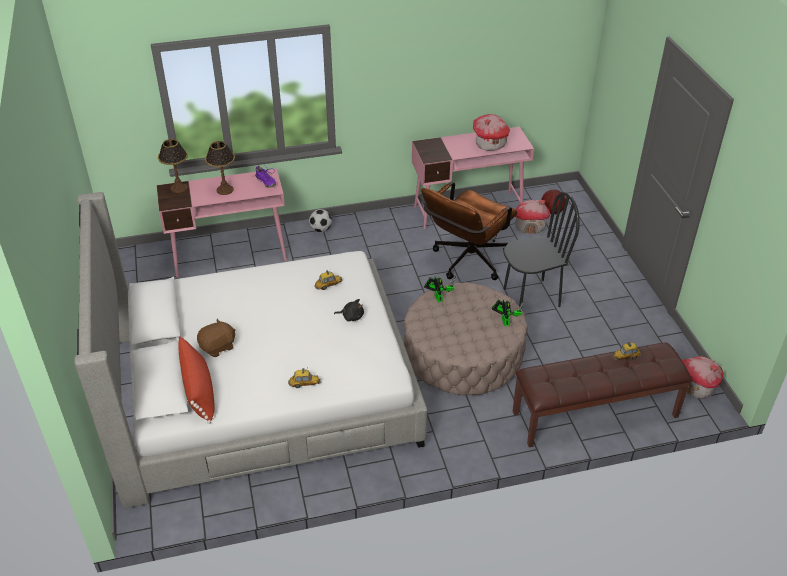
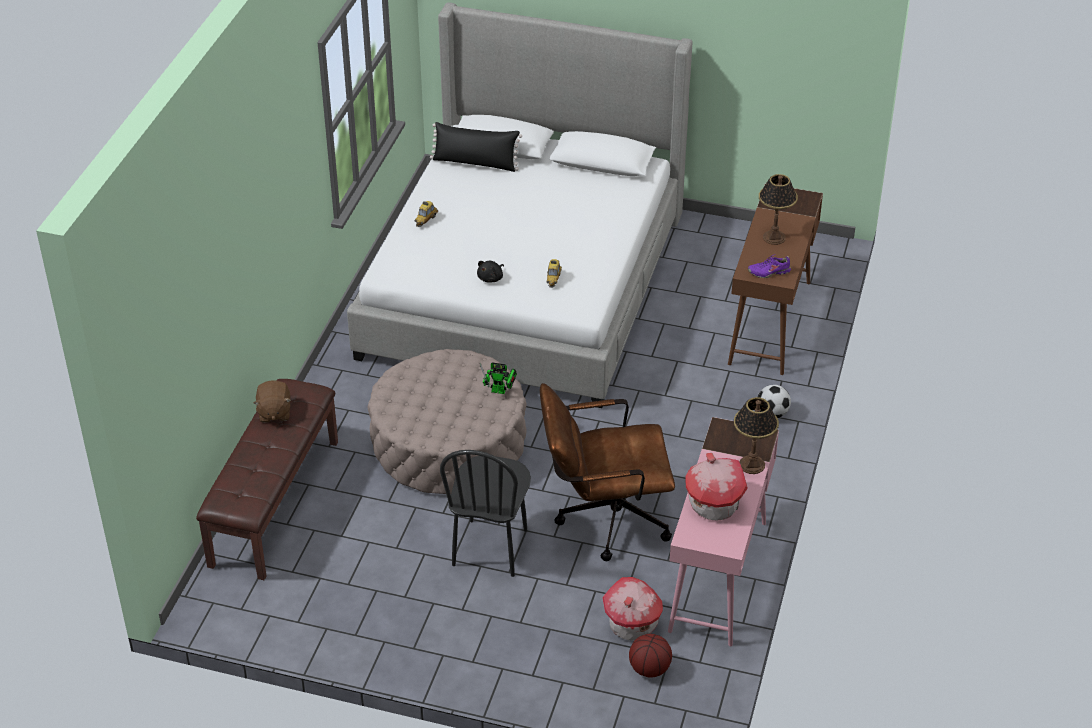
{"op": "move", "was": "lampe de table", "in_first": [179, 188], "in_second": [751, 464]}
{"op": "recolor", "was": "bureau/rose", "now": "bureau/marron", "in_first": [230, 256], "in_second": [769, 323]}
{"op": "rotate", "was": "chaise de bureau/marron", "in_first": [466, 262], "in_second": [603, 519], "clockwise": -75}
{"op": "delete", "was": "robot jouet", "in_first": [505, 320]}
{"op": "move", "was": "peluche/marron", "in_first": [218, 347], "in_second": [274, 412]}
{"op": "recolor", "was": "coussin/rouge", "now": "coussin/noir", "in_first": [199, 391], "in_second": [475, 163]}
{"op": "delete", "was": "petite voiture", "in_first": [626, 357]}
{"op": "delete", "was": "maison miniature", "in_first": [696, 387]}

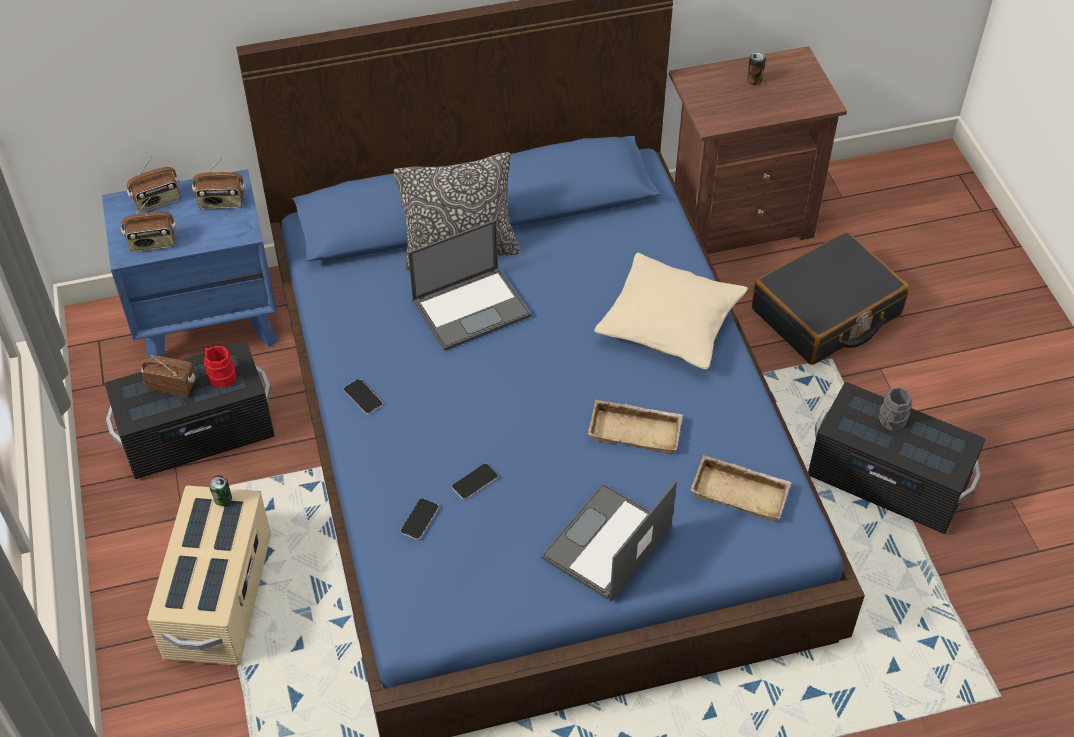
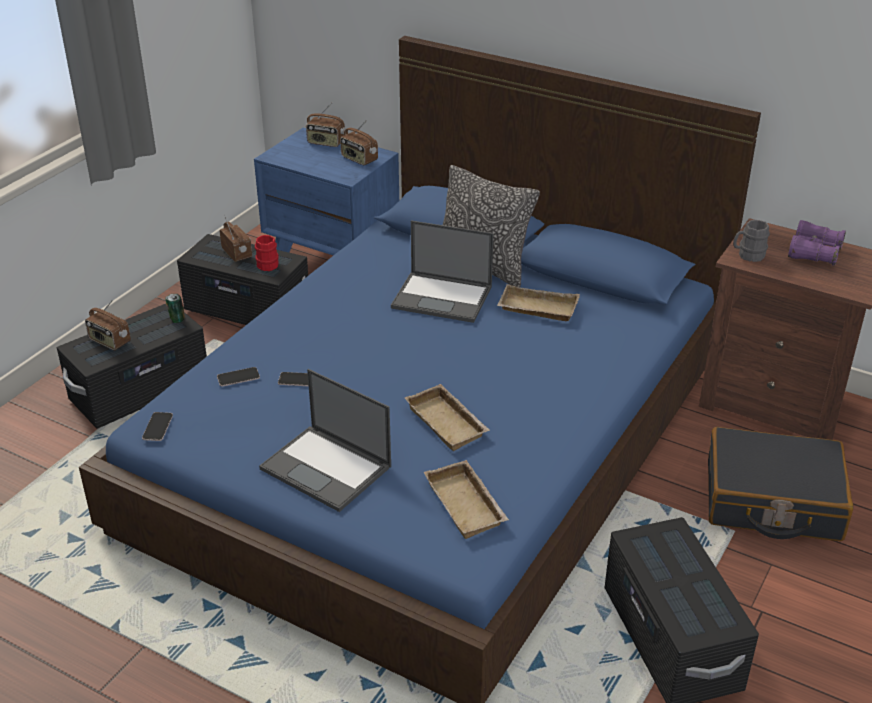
{"op": "replace", "was": "boîte métallique", "now": "jumelles/violet", "in_first": [754, 80], "in_second": [814, 253]}
{"op": "move", "was": "radio", "in_first": [152, 243], "in_second": [109, 342]}
{"op": "delete", "was": "coussin/beige", "in_first": [670, 324]}
{"op": "move", "was": "téléphone", "in_first": [363, 397], "in_second": [157, 427]}
{"op": "move", "was": "mug/gris", "in_first": [890, 422], "in_second": [748, 255]}
{"op": "rotate", "was": "ordinateur portable", "in_first": [606, 544], "in_second": [327, 468], "clockwise": -135}
{"op": "recolor", "was": "boîte de rangement/beige", "now": "boîte de rangement/noir", "in_first": [219, 596], "in_second": [141, 391]}
{"op": "insert", "now": "plateau/beige", "in_second": [536, 309]}

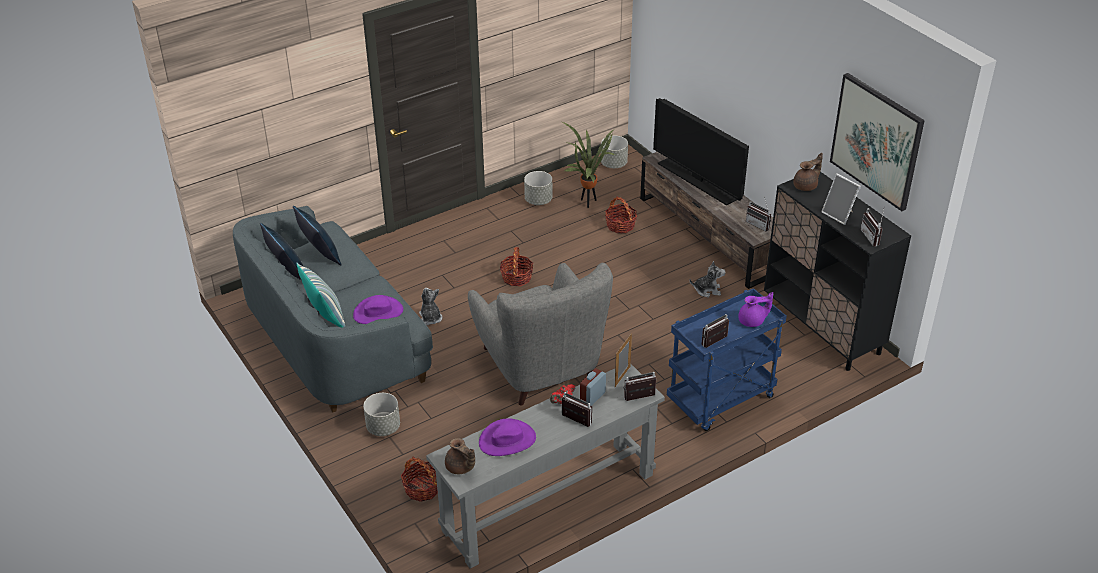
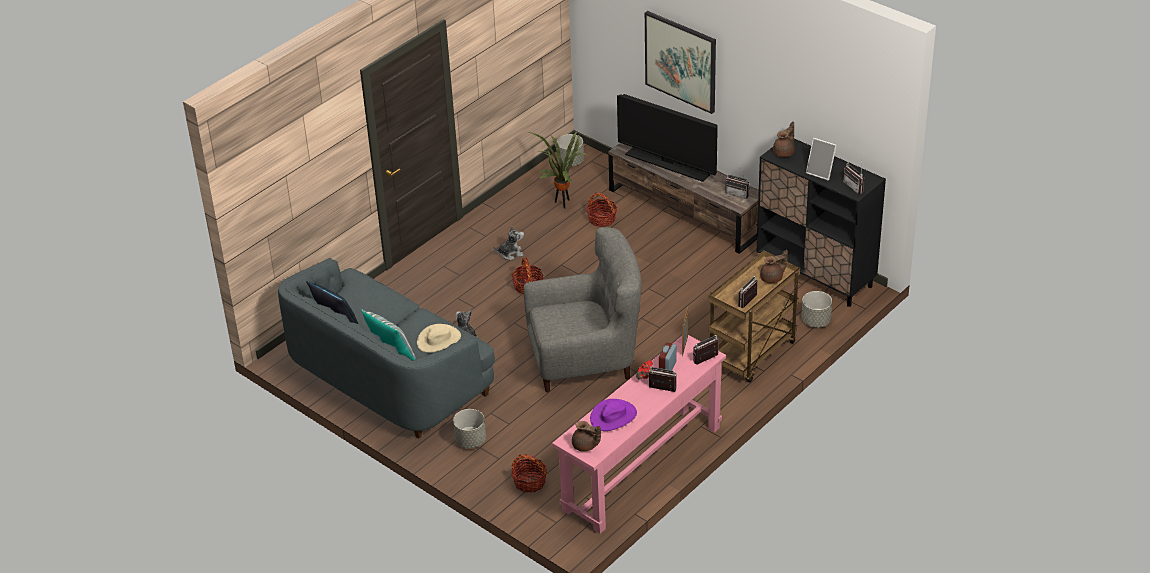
{"op": "move", "was": "tableau", "in_first": [876, 141], "in_second": [681, 61]}
{"op": "move", "was": "cache-pot/gris", "in_first": [538, 200], "in_second": [815, 321]}
{"op": "delete", "was": "coussin/bleu", "in_first": [319, 255]}
{"op": "move", "was": "peluche", "in_first": [707, 290], "in_second": [510, 253]}
{"op": "rotate", "was": "fauteuil/gris", "in_first": [540, 367], "in_second": [585, 360], "clockwise": -60}
{"op": "recolor", "was": "chariot/bleu", "now": "chariot/marron", "in_first": [720, 401], "in_second": [752, 355]}
{"op": "recolor", "was": "théière/violet", "now": "théière/marron", "in_first": [752, 321], "in_second": [772, 278]}
{"op": "recolor", "was": "chapeau/violet", "now": "chapeau/beige", "in_first": [378, 312], "in_second": [439, 340]}
{"op": "recolor", "was": "table console/gris", "now": "table console/rose", "in_first": [548, 502], "in_second": [642, 468]}

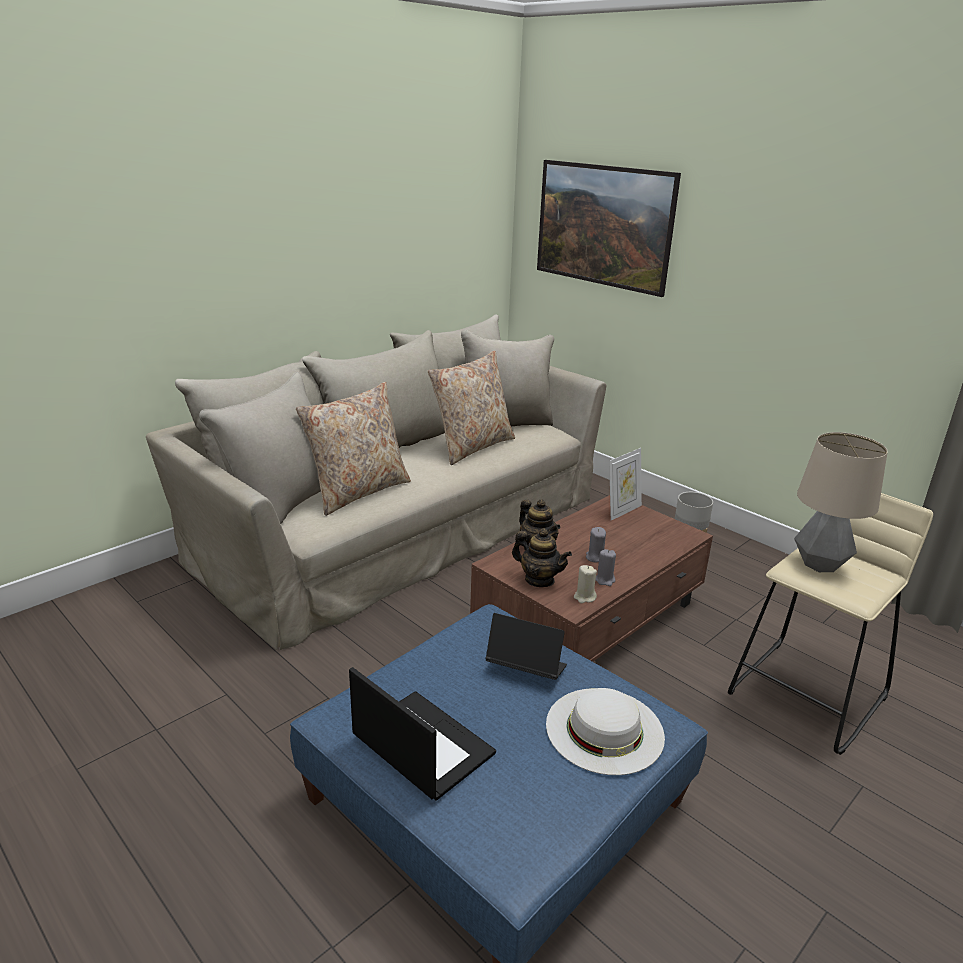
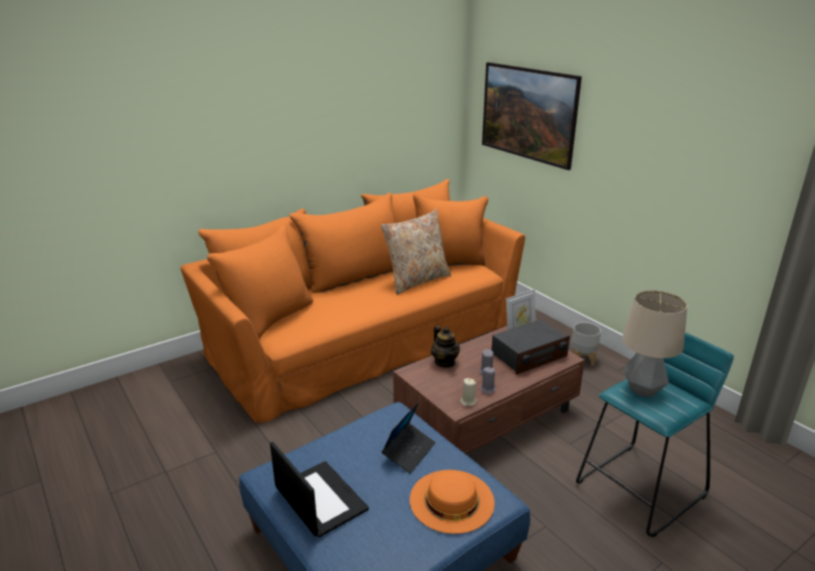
{"op": "recolor", "was": "canapé/beige", "now": "canapé/orange", "in_first": [403, 527], "in_second": [366, 338]}
{"op": "delete", "was": "coussin/beige", "in_first": [358, 491]}
{"op": "recolor", "was": "tabouret/beige", "now": "tabouret/turquoise", "in_first": [807, 695], "in_second": [641, 489]}
{"op": "delete", "was": "théière", "in_first": [539, 580]}
{"op": "rotate", "was": "ordinateur portable", "in_first": [525, 669], "in_second": [409, 452], "clockwise": 90}
{"op": "recolor", "was": "chapeau/blanc", "now": "chapeau/orange", "in_first": [604, 729], "in_second": [452, 500]}
{"op": "insert", "now": "radio", "in_second": [529, 355]}

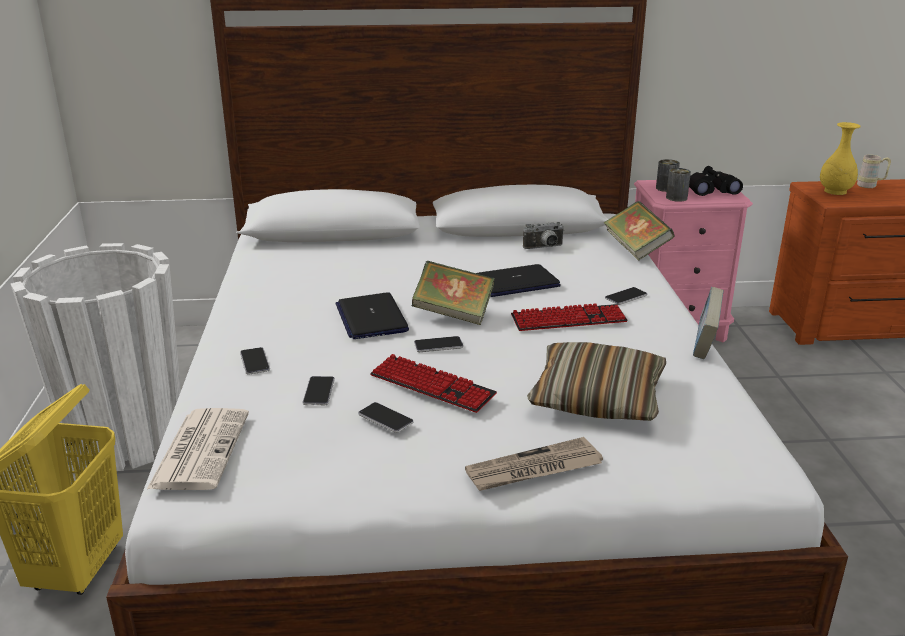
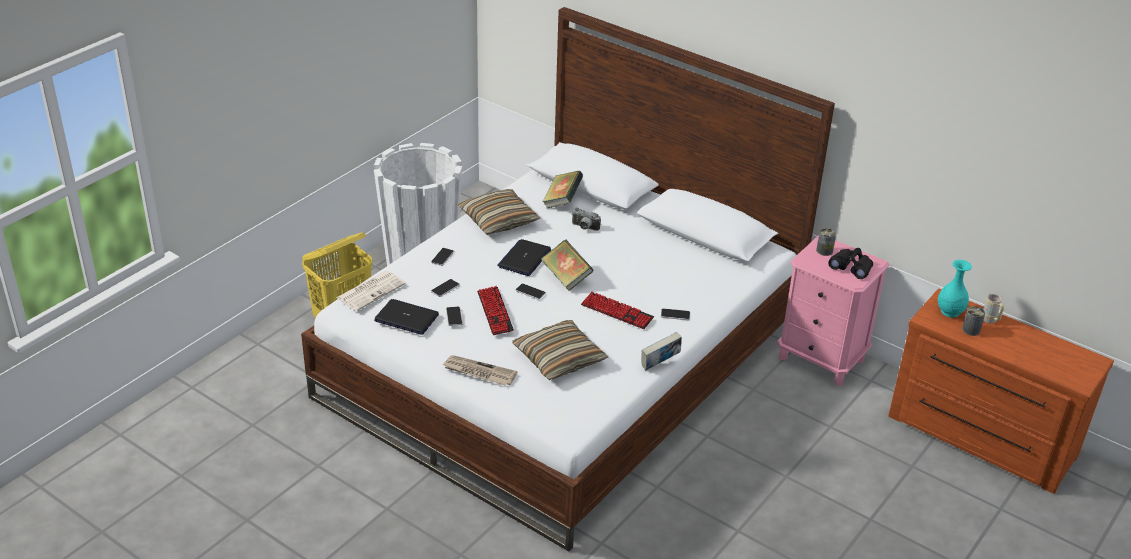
{"op": "recolor", "was": "vase/jaune", "now": "vase/turquoise", "in_first": [834, 191], "in_second": [949, 311]}
{"op": "move", "was": "boîte métallique", "in_first": [676, 198], "in_second": [971, 330]}
{"op": "move", "was": "livre", "in_first": [636, 249], "in_second": [562, 201]}
{"op": "move", "was": "appareil photo", "in_first": [544, 248], "in_second": [584, 228]}
{"op": "move", "was": "ordinateur portable", "in_first": [516, 282], "in_second": [407, 318]}
{"op": "insert", "now": "coussin", "in_second": [498, 220]}

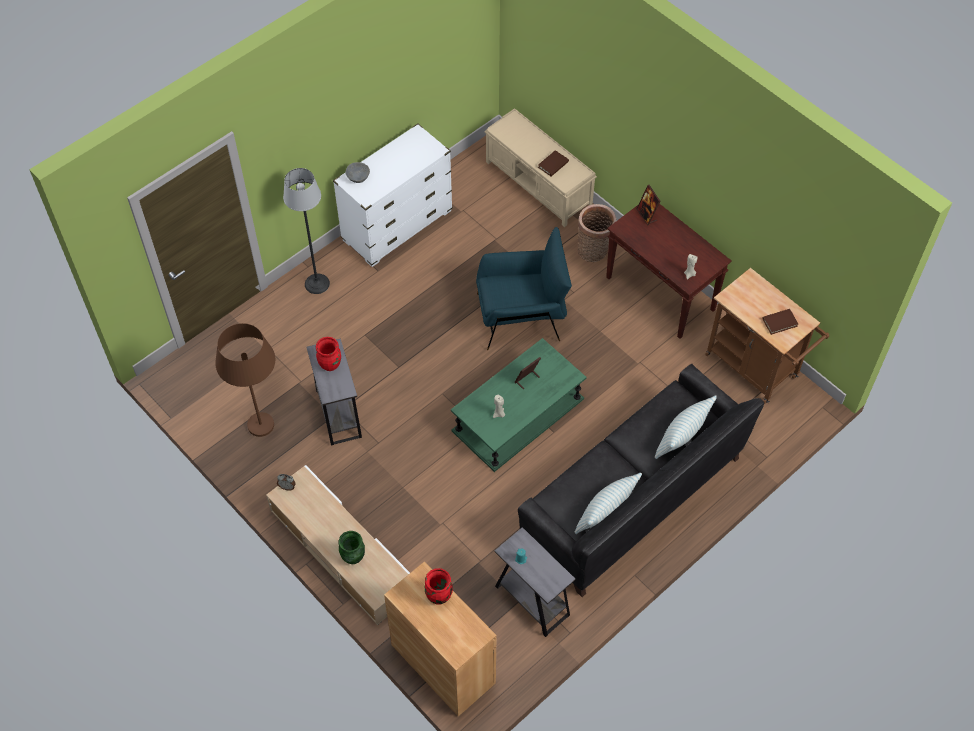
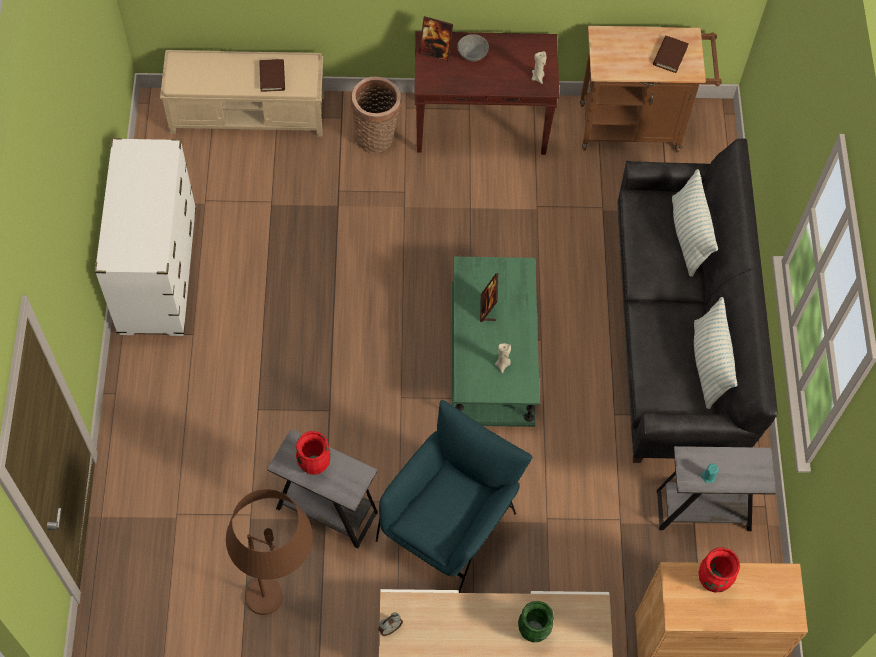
{"op": "move", "was": "bol/gris", "in_first": [358, 178], "in_second": [472, 55]}
{"op": "delete", "was": "lampadaire", "in_first": [317, 283]}
{"op": "move", "was": "fauteuil/bleu", "in_first": [521, 316], "in_second": [449, 523]}

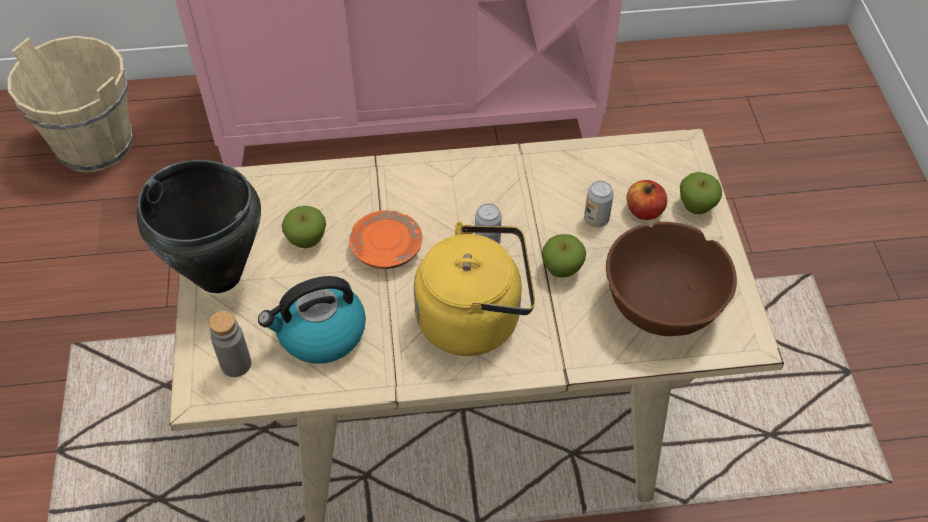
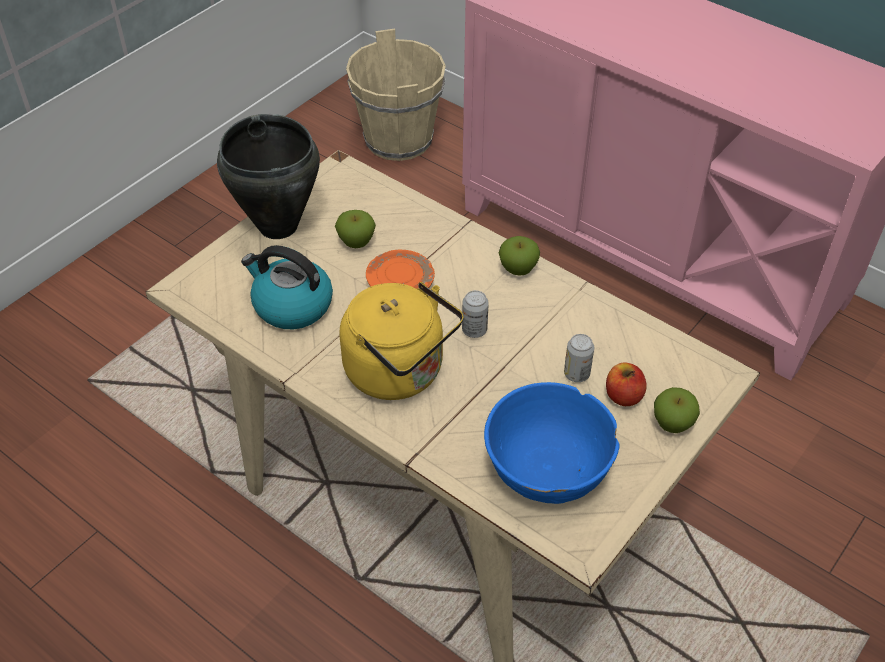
{"op": "recolor", "was": "bol/marron", "now": "bol/bleu", "in_first": [661, 304], "in_second": [547, 469]}
{"op": "move", "was": "pomme", "in_first": [561, 269], "in_second": [518, 269]}
{"op": "delete", "was": "bouteille/gris", "in_first": [236, 364]}

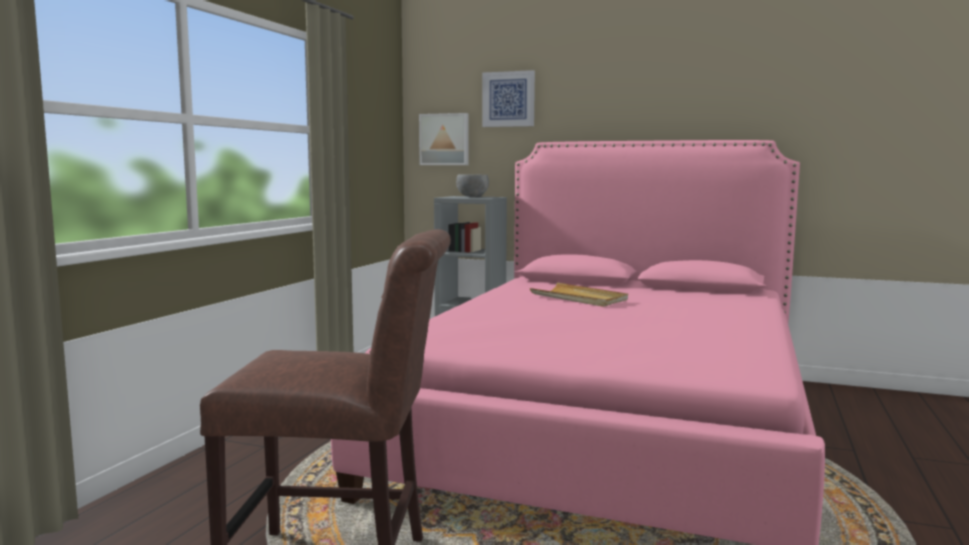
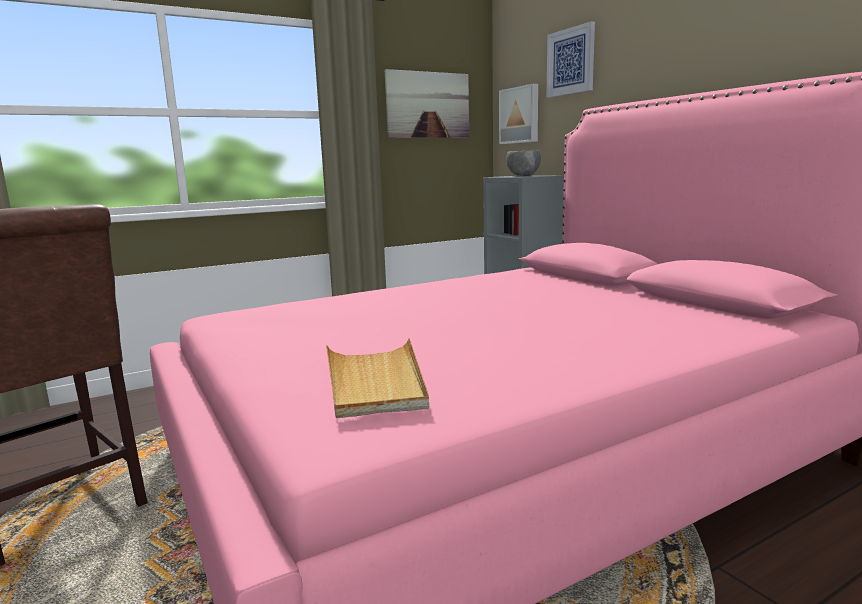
{"op": "move", "was": "plateau/beige", "in_first": [579, 298], "in_second": [375, 381]}
{"op": "insert", "now": "tableau", "in_second": [428, 105]}

